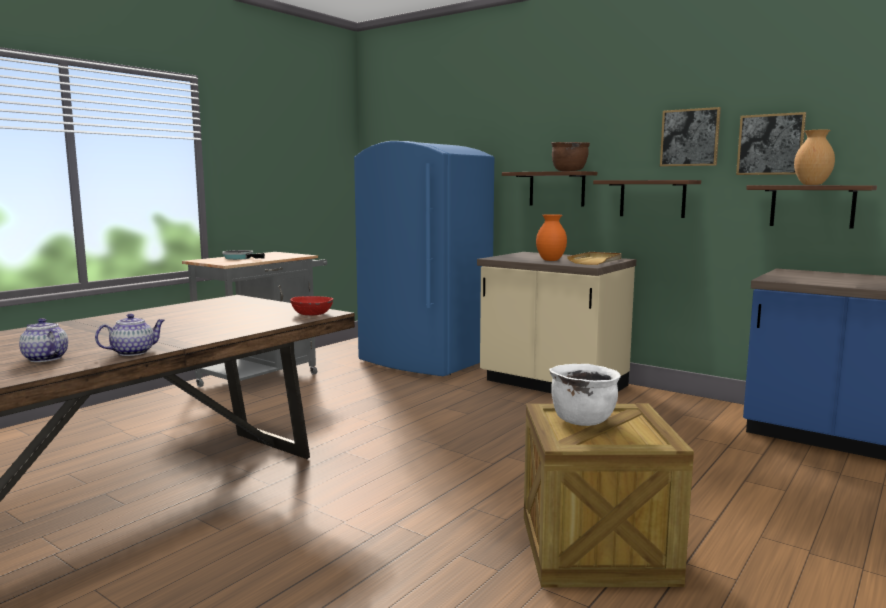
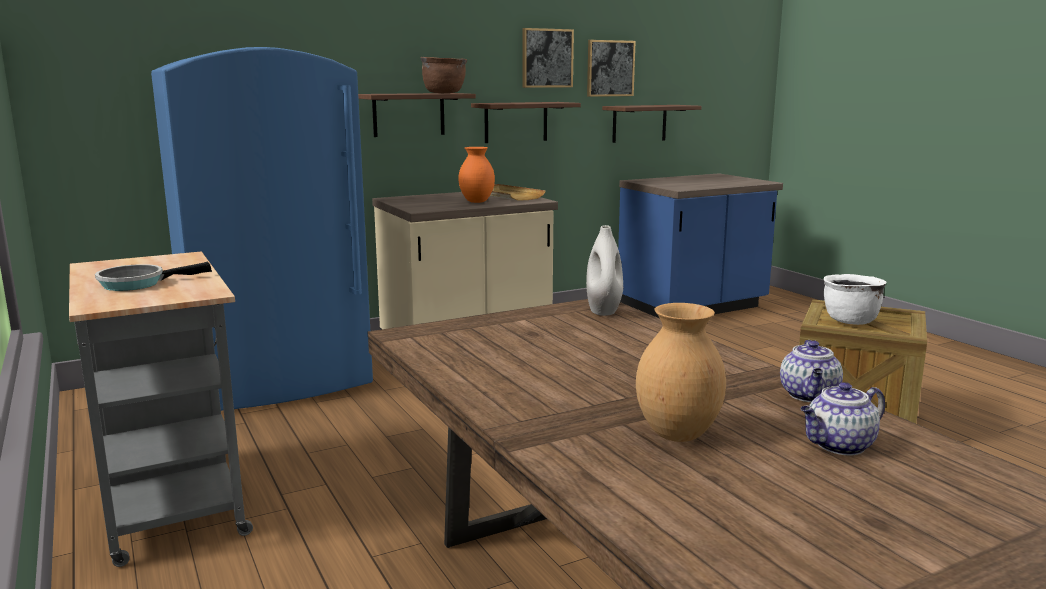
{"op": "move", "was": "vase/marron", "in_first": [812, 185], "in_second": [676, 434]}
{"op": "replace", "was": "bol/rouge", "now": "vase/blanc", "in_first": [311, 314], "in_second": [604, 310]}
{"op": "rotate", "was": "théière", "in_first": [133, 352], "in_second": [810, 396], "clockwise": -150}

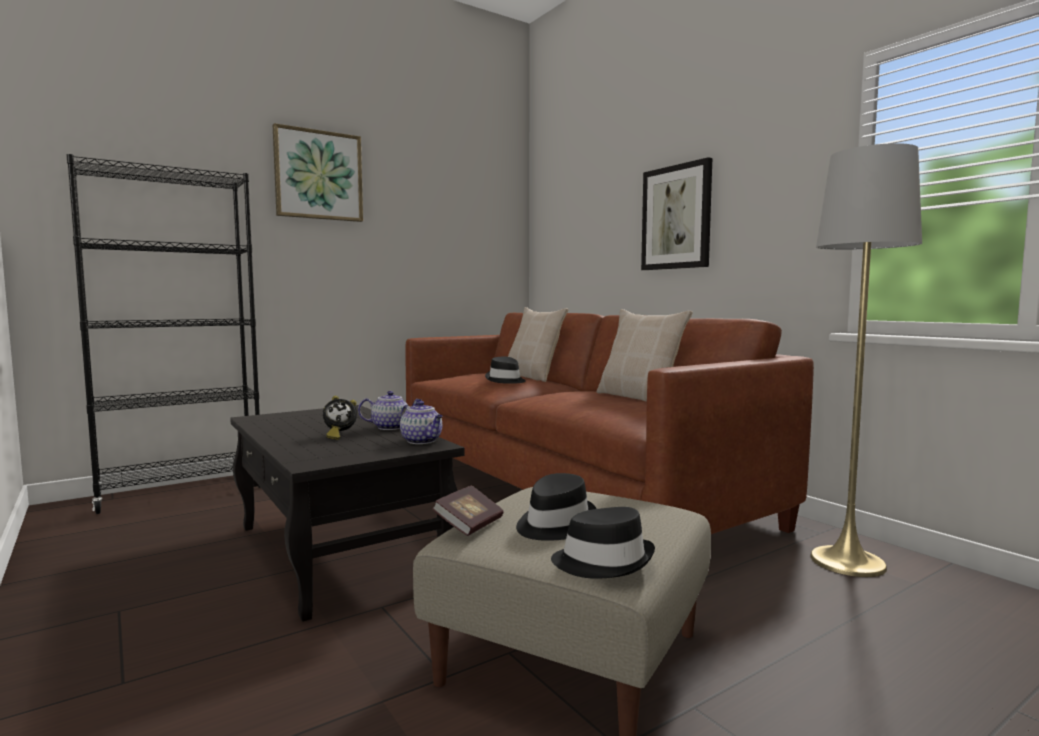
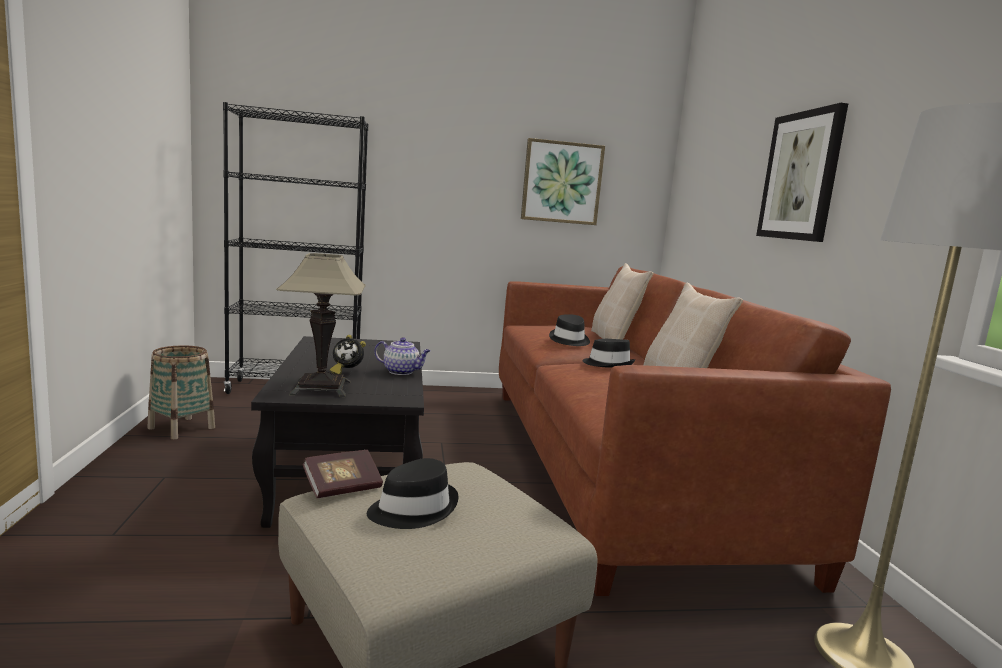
{"op": "move", "was": "tableau", "in_first": [318, 175], "in_second": [561, 182]}
{"op": "delete", "was": "théière", "in_first": [422, 441]}
{"op": "move", "was": "chapeau/noir", "in_first": [603, 561], "in_second": [608, 364]}
{"op": "insert", "now": "lampe de table", "in_second": [321, 388]}
{"op": "insert", "now": "panier", "in_second": [181, 428]}

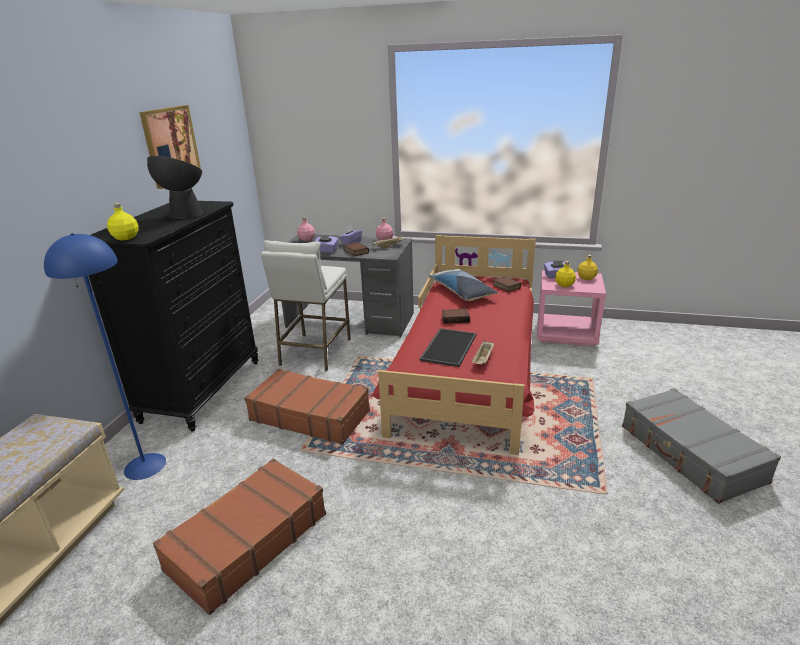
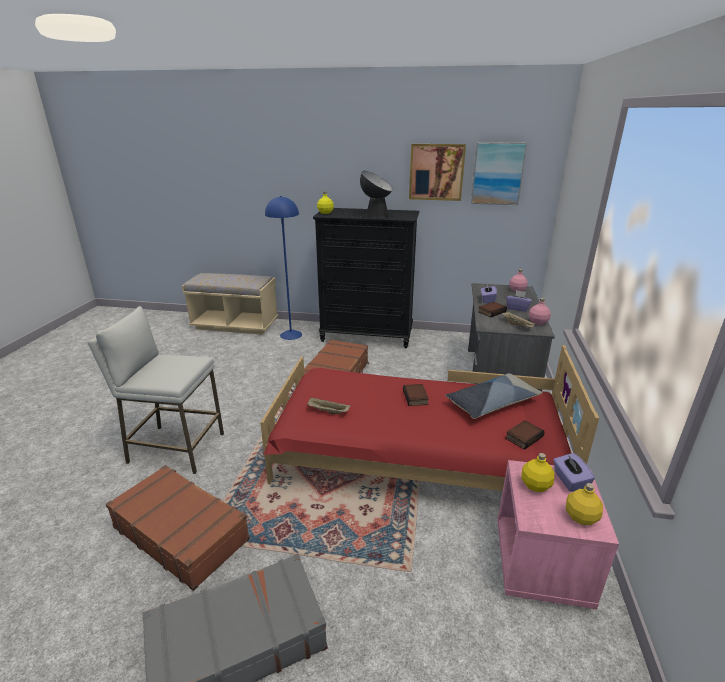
{"op": "move", "was": "tabouret/blanc", "in_first": [315, 352], "in_second": [176, 448]}
{"op": "delete", "was": "plateau", "in_first": [448, 347]}
{"op": "move", "was": "valise/marron", "in_first": [247, 541], "in_second": [181, 532]}
{"op": "insert", "now": "tableau", "in_second": [497, 173]}

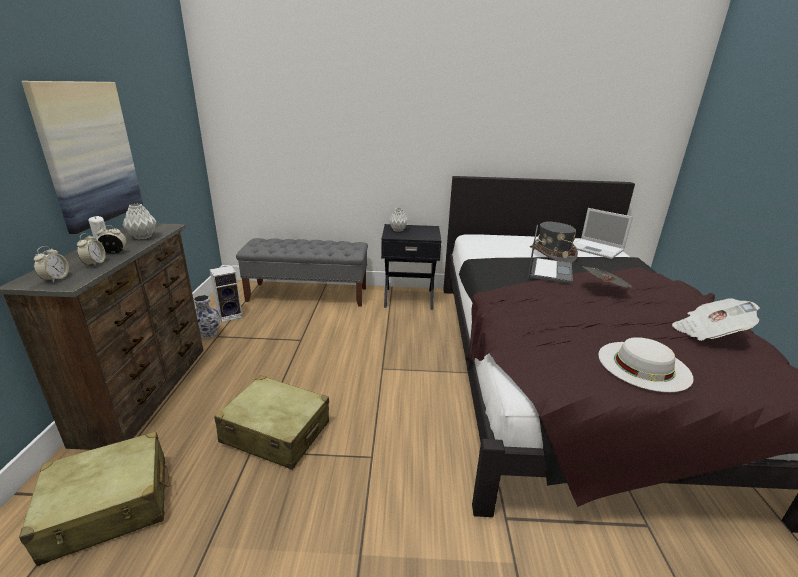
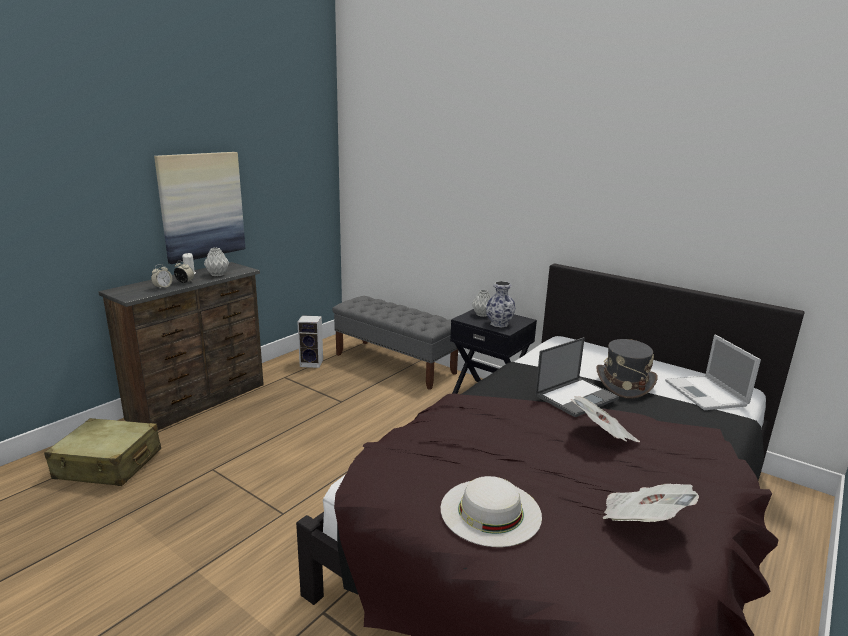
{"op": "delete", "was": "réveil", "in_first": [55, 279]}
{"op": "move", "was": "vase", "in_first": [208, 333], "in_second": [499, 324]}
{"op": "delete", "was": "valise/beige", "in_first": [276, 432]}

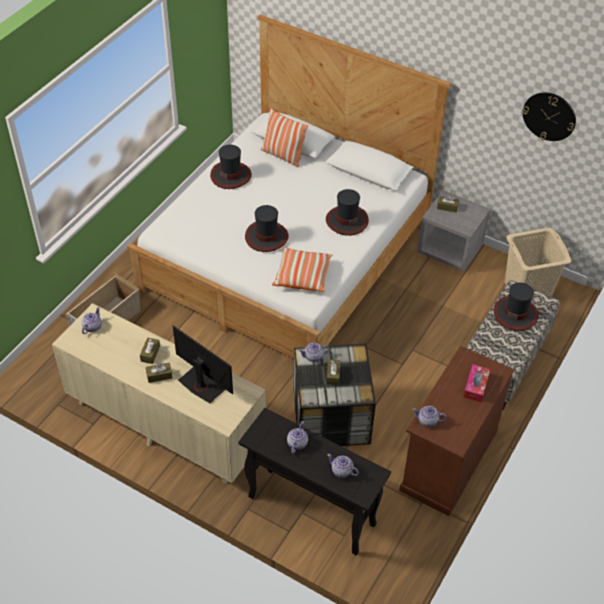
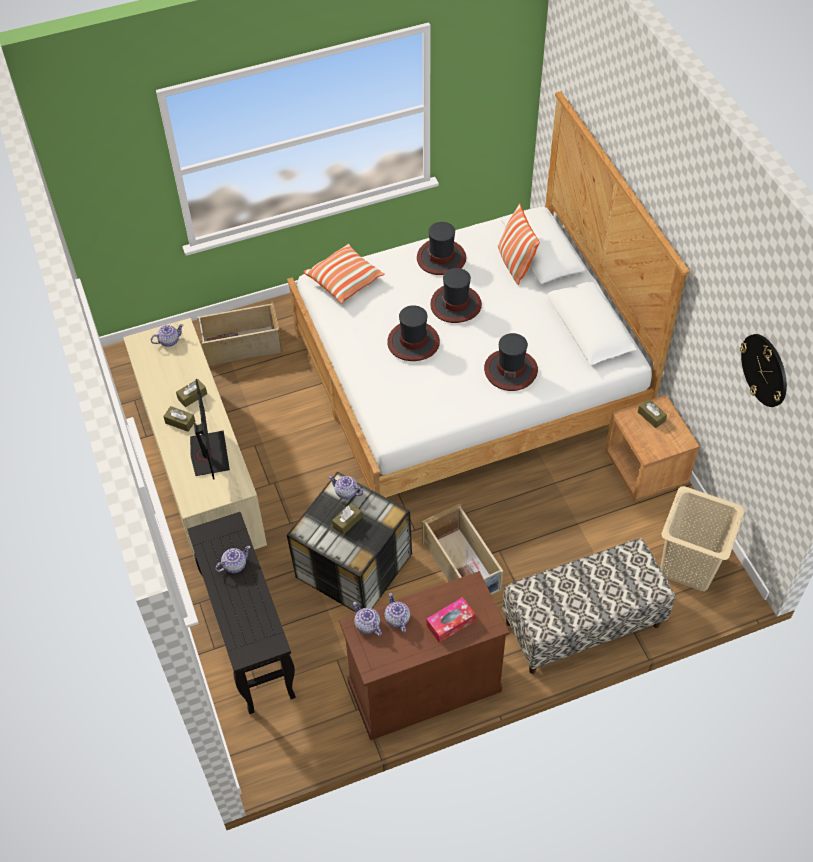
{"op": "recolor", "was": "table de chevet/gris", "now": "table de chevet/marron", "in_first": [450, 250], "in_second": [646, 469]}
{"op": "move", "was": "coussin", "in_first": [302, 276], "in_second": [344, 280]}
{"op": "move", "was": "chapeau", "in_first": [515, 313], "in_second": [456, 304]}
{"op": "move", "was": "théière", "in_first": [342, 471], "in_second": [397, 619]}
{"op": "insert", "now": "boîte de rangement/beige", "in_second": [462, 567]}

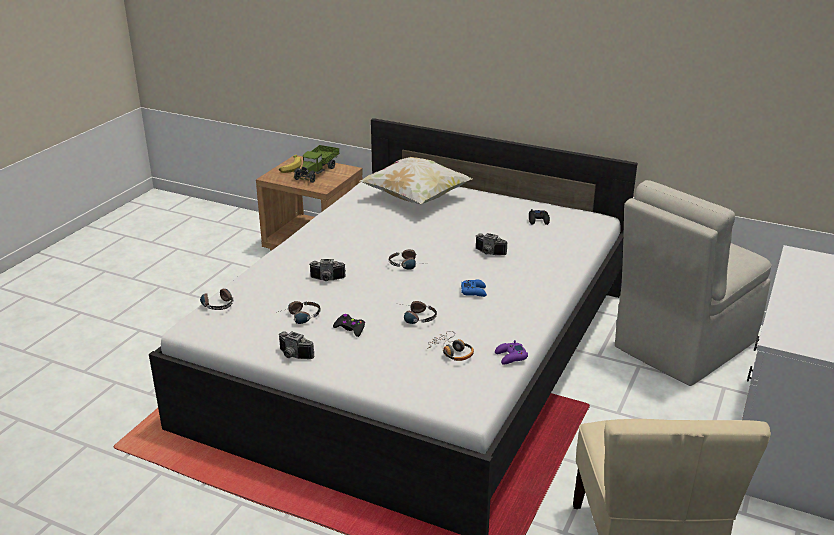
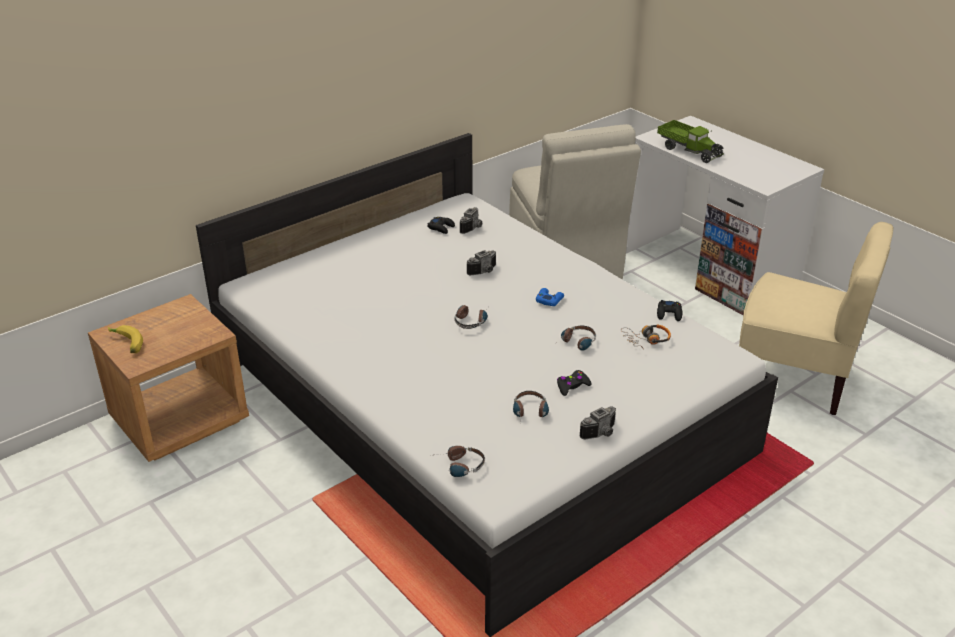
{"op": "move", "was": "camion jouet", "in_first": [317, 172], "in_second": [689, 150]}
{"op": "delete", "was": "coussin", "in_first": [416, 199]}
{"op": "move", "was": "appareil photo", "in_first": [327, 279], "in_second": [473, 228]}
{"op": "recolor", "was": "manette/violet", "now": "manette/noir", "in_first": [510, 357], "in_second": [669, 314]}

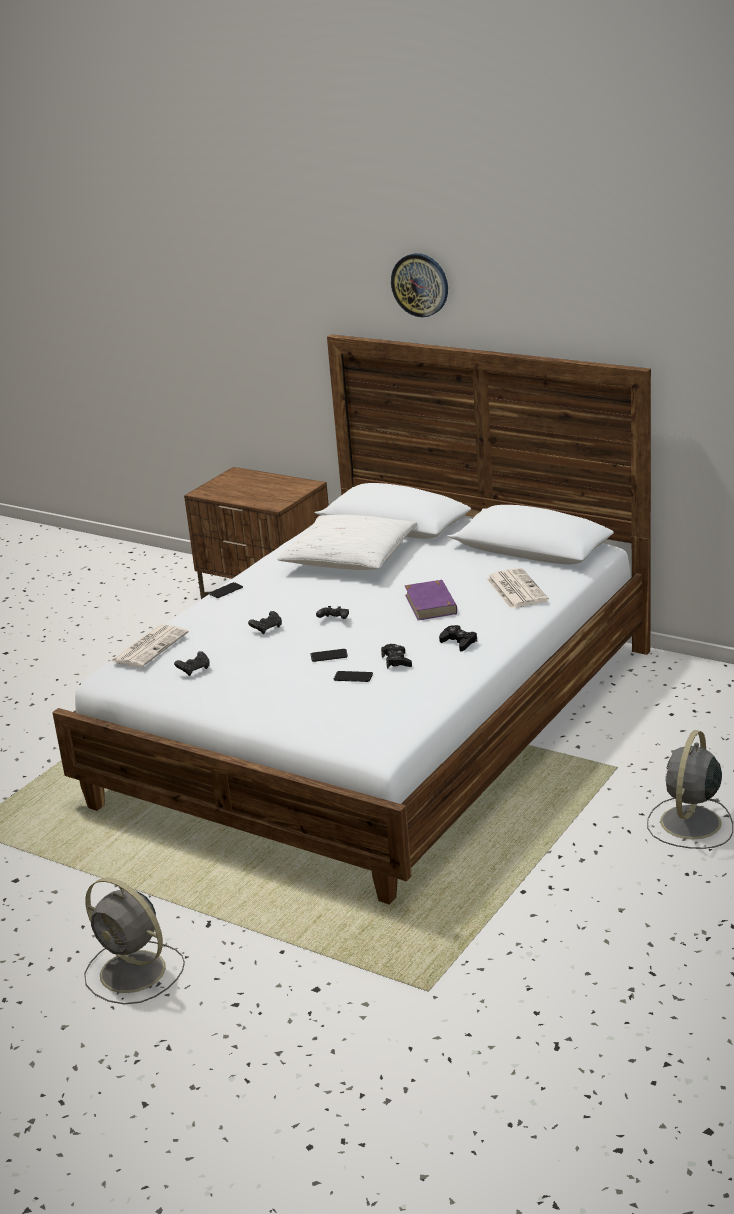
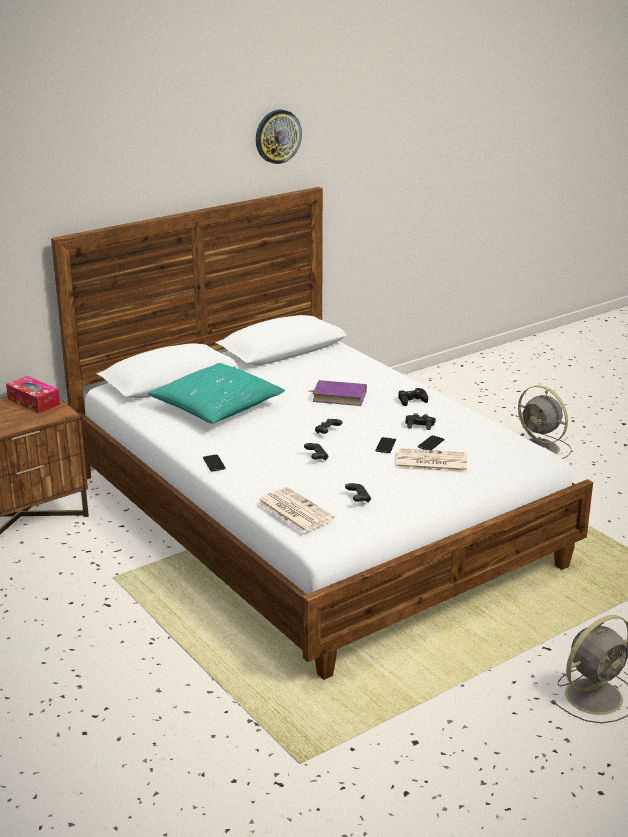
{"op": "move", "was": "horloge murale", "in_first": [420, 284], "in_second": [277, 136]}
{"op": "recolor", "was": "coussin/blanc", "now": "coussin/turquoise", "in_first": [349, 558], "in_second": [216, 407]}
{"op": "move", "was": "journal", "in_first": [515, 589], "in_second": [430, 462]}
{"op": "insert", "now": "boîte à mouchoirs", "in_second": [33, 402]}

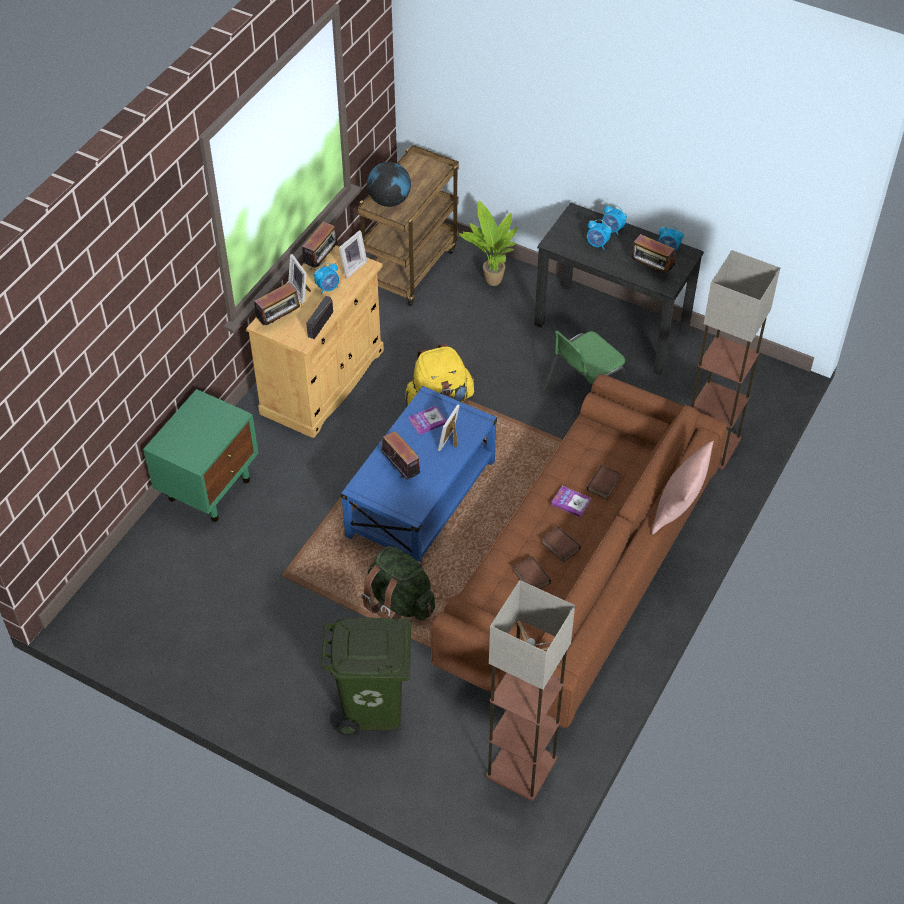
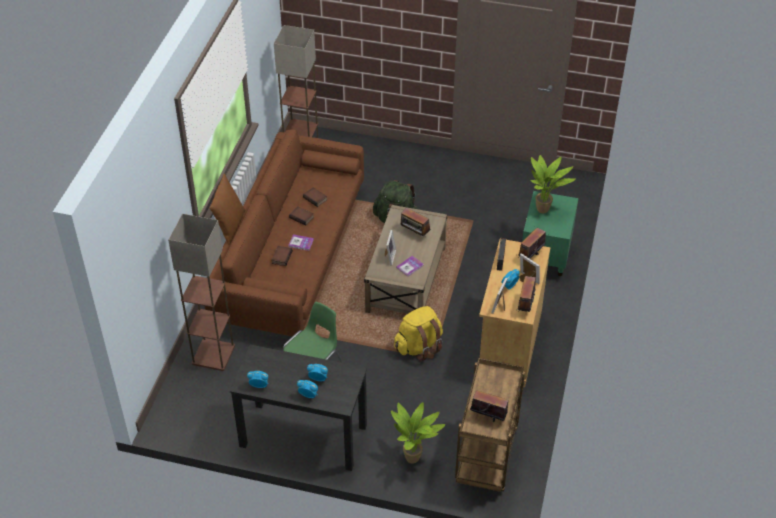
{"op": "delete", "was": "globe", "in_first": [389, 201]}
{"op": "move", "was": "radio", "in_first": [651, 271], "in_second": [488, 416]}
{"op": "recolor", "was": "table basse/bleu", "now": "table basse/beige", "in_first": [421, 499], "in_second": [406, 279]}
{"op": "recolor", "was": "coussin/rose", "now": "coussin/marron", "in_first": [678, 510], "in_second": [229, 226]}
{"op": "delete", "was": "poubelle/vert", "in_first": [373, 708]}
{"op": "insert", "now": "plante en pot", "in_second": [544, 210]}

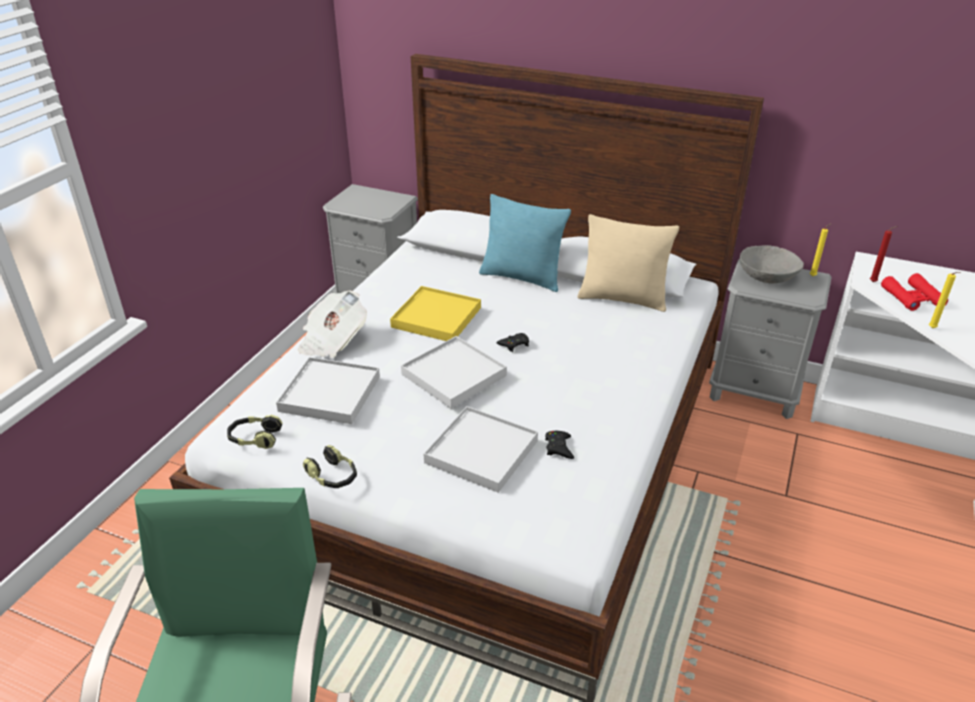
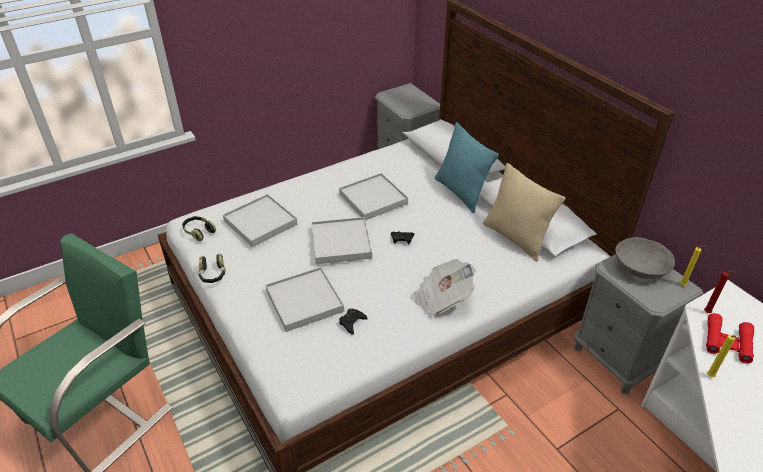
{"op": "recolor", "was": "plateau/jaune", "now": "plateau/blanc", "in_first": [436, 317], "in_second": [373, 199]}
{"op": "move", "was": "journal", "in_first": [332, 341], "in_second": [441, 298]}

